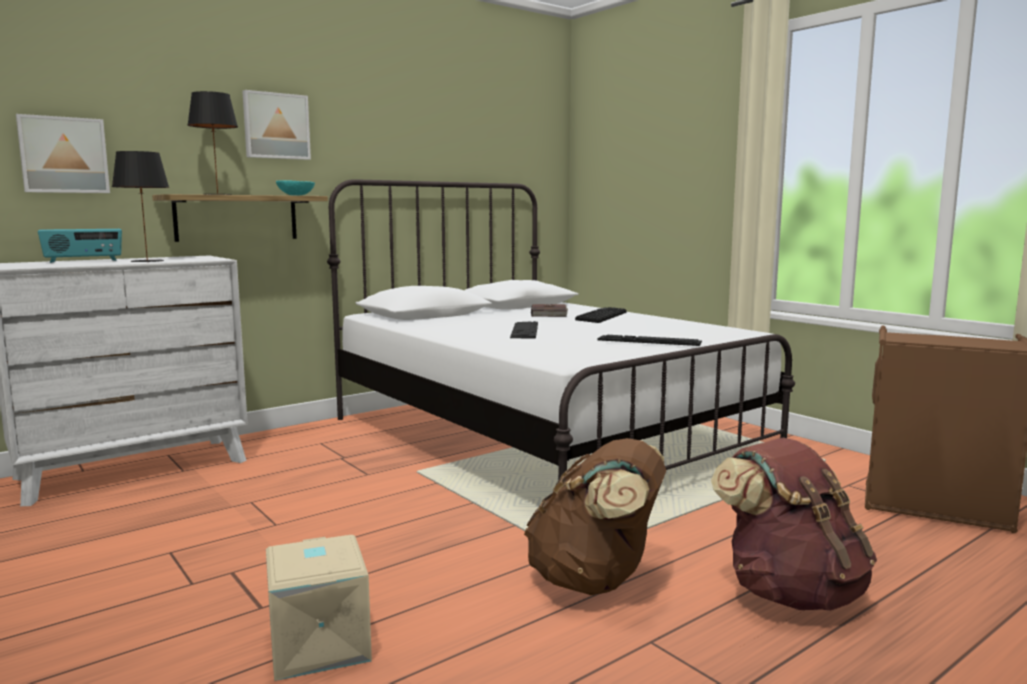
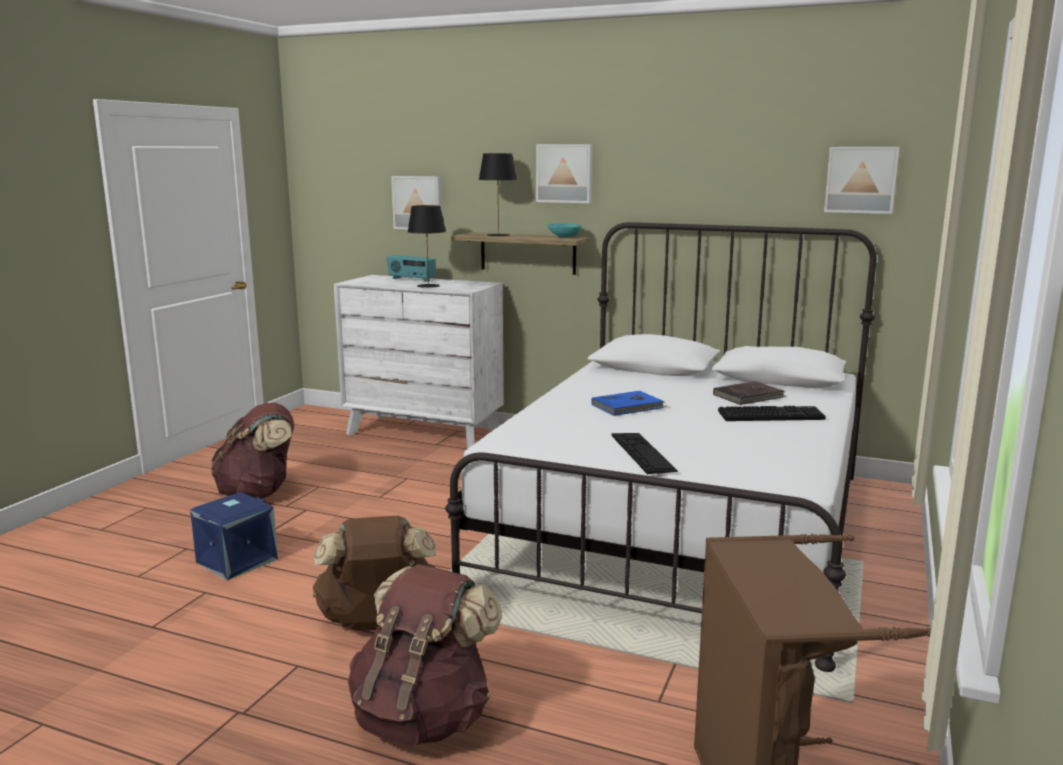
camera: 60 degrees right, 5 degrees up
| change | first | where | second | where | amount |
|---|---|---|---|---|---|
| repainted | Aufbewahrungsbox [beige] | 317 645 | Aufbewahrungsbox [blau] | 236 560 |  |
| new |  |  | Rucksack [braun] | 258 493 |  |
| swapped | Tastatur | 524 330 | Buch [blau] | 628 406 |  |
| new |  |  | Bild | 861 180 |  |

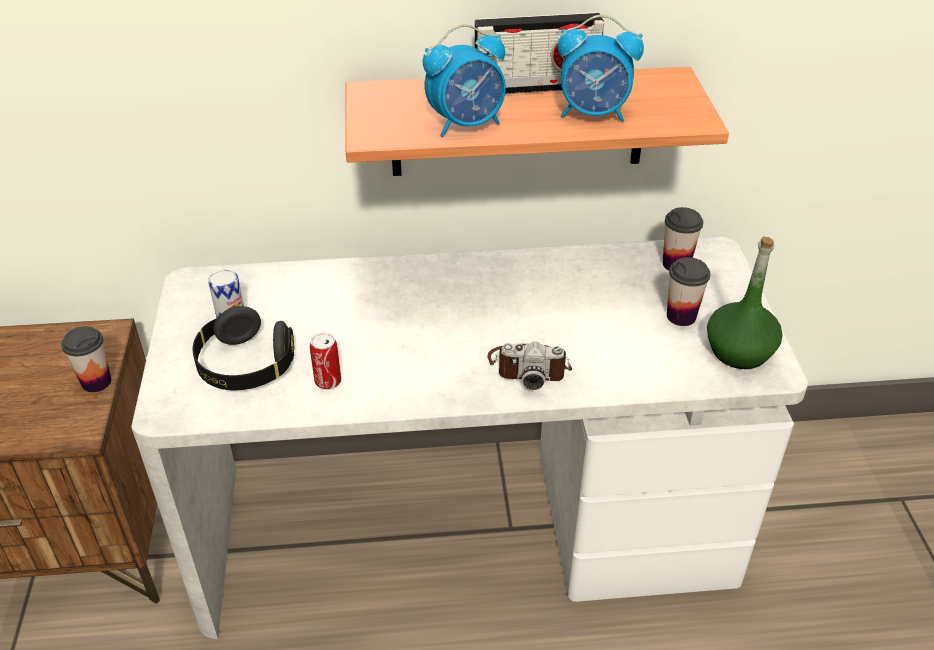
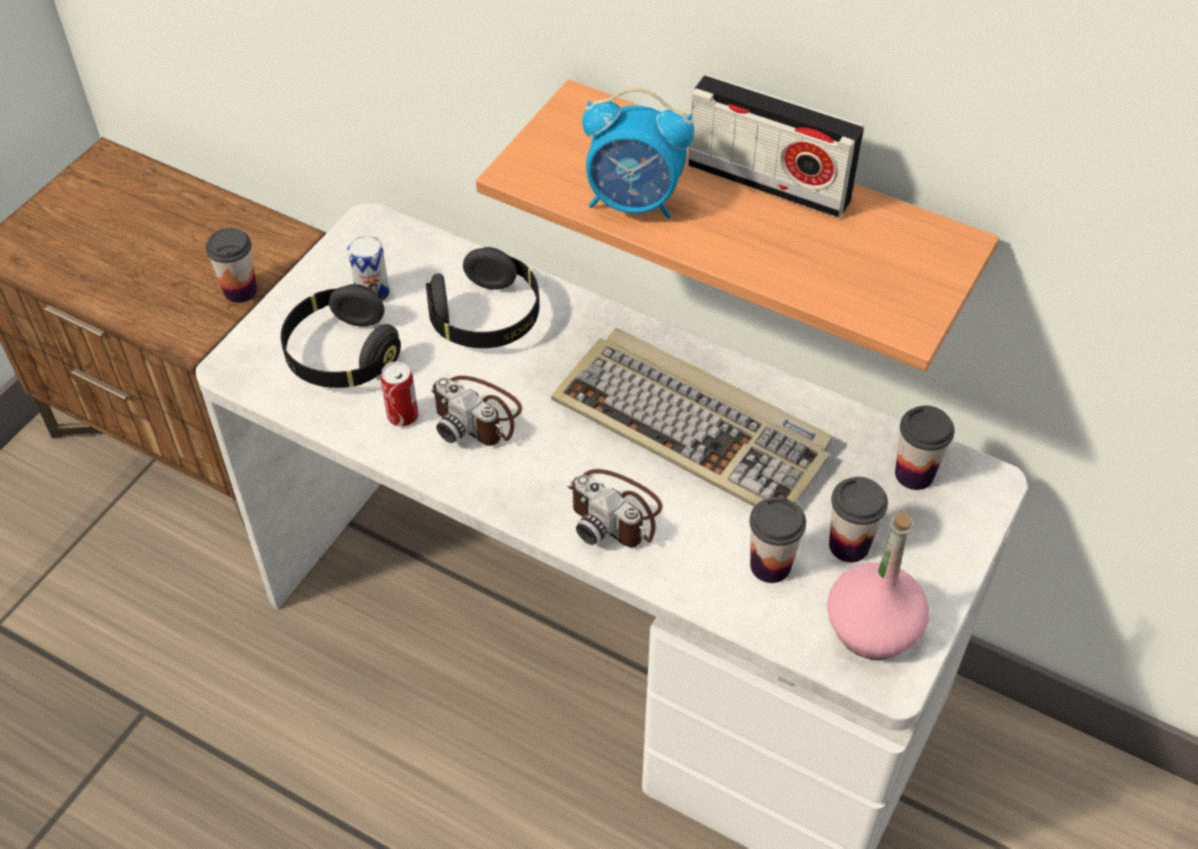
camera: 35 degrees right, 10 degrees up
| change | first | where | second | where | amount |
|---|---|---|---|---|---|
| new |  |  | Kopfhörer [schwarz] | 486 318 |  |
| new |  |  | Kamera | 477 414 |  |
| new |  |  | Tastatur | 694 427 |  |
| new |  |  | Tasse | 770 565 |  |
| repainted | Flasche [grün] | 739 351 | Flasche [rosa] | 873 627 |  |
| gone | Wecker | 594 114 |  |  |  |

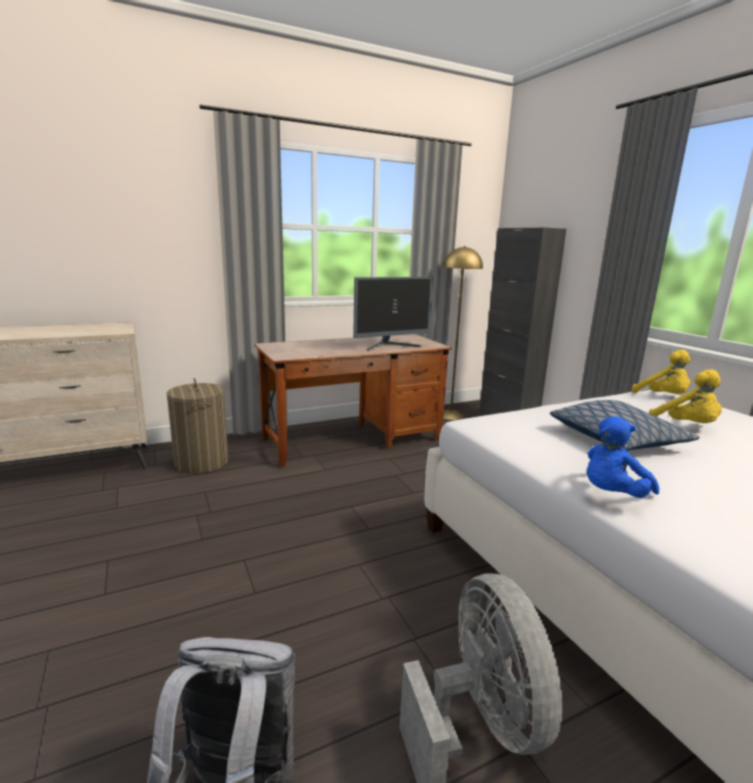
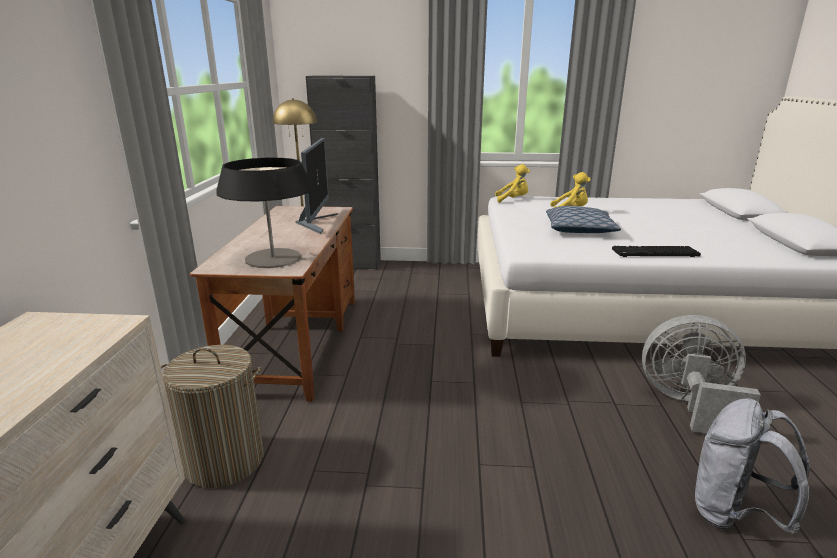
camera: 60 degrees left, 5 degrees up
| change | first | where | second | where | amount |
|---|---|---|---|---|---|
| new |  |  | Tischlampe | 273 258 |  |
| swapped | Plüschtier [blau] | 611 495 | Tastatur | 654 253 |  |

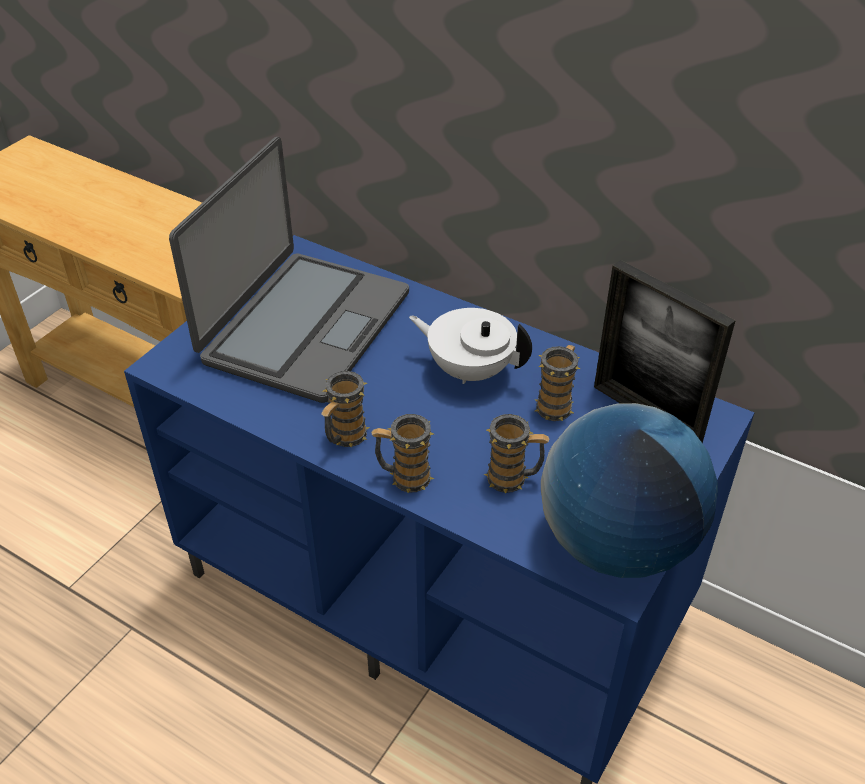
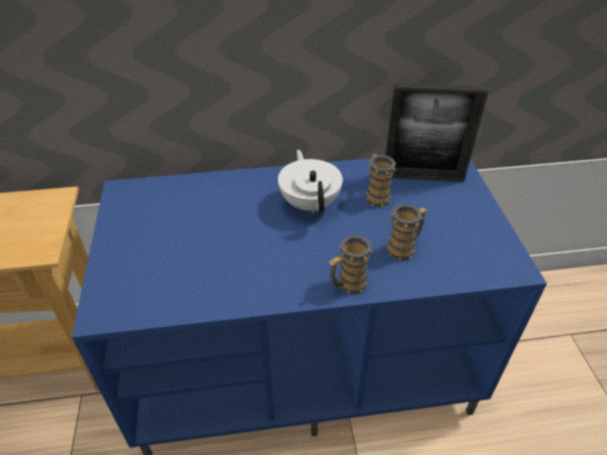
camera: 40 degrees left, 0 degrees up
| change | first | where | second | where | amount |
|---|---|---|---|---|---|
| rotated | Teekanne [weiß] | 470 370 |  | 310 203 | 90 degrees clockwise |
| gone | Laptop | 304 326 |  |  |  |
| gone | Henkelbecher | 344 438 |  |  |  |
| gone | Globus | 616 543 |  |  |  |

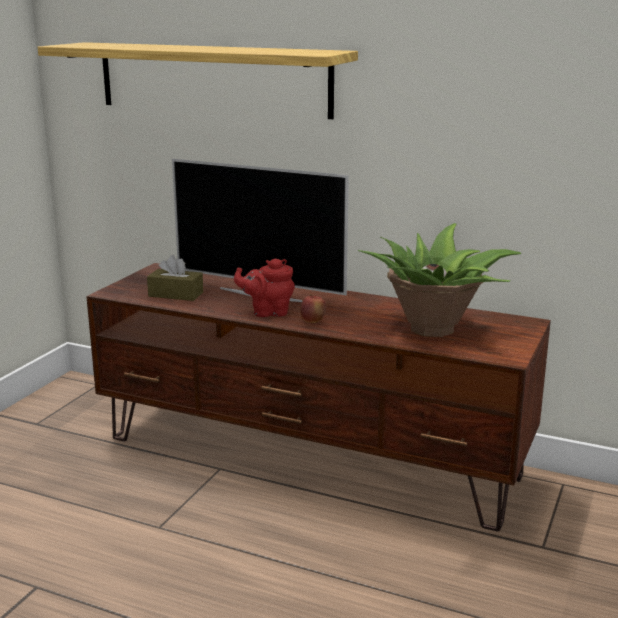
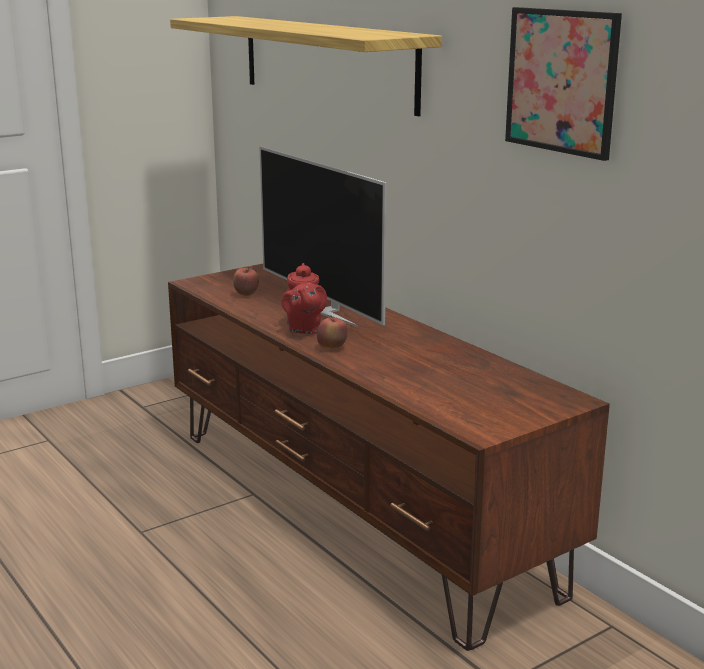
camera: 30 degrees right, 0 degrees up
| change | first | where | second | where | amount |
|---|---|---|---|---|---|
| swapped | Taschentuchbox [braun] | 176 294 | Apfel | 246 295 |  |
| rotated | Teekanne [rot] | 268 312 |  | 304 329 | 120 degrees counterclockwise |
| new |  |  | Bild | 561 81 |  |
| gone | Topfpflanze | 434 328 |  |  |  |

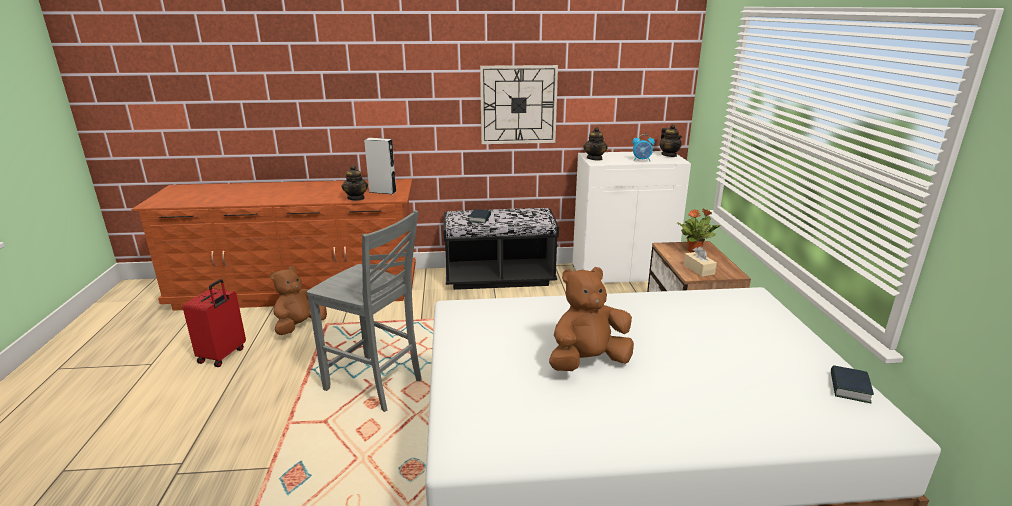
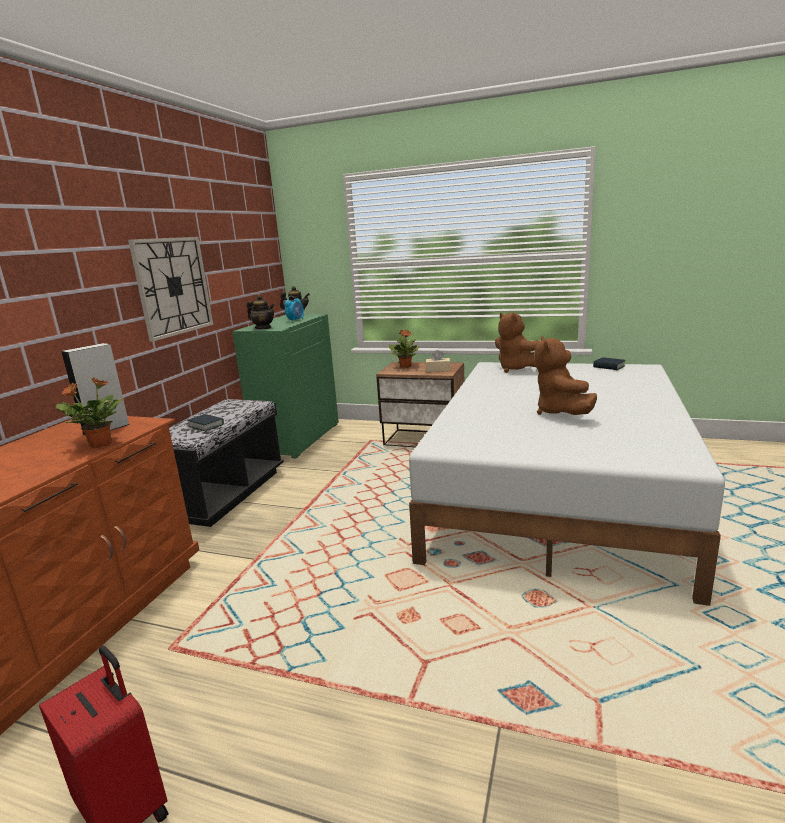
camera: 65 degrees left, 5 degrees down
| change | first | where | second | where | amount |
|---|---|---|---|---|---|
| swapped | Teekanne | 356 198 | Topfpflanze | 99 444 |  |
| repainted | Schrank [weiß] | 622 272 | Schrank [grün] | 297 438 |  |
| shifted | Plüschtier [braun] | 300 326 |  | 517 369 |  |
| gone | Stuhl [grau] | 375 385 |  |  |  |

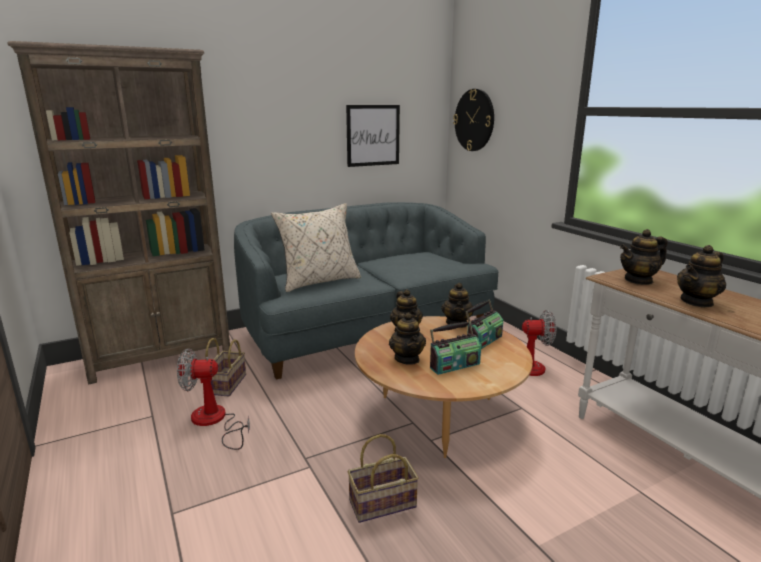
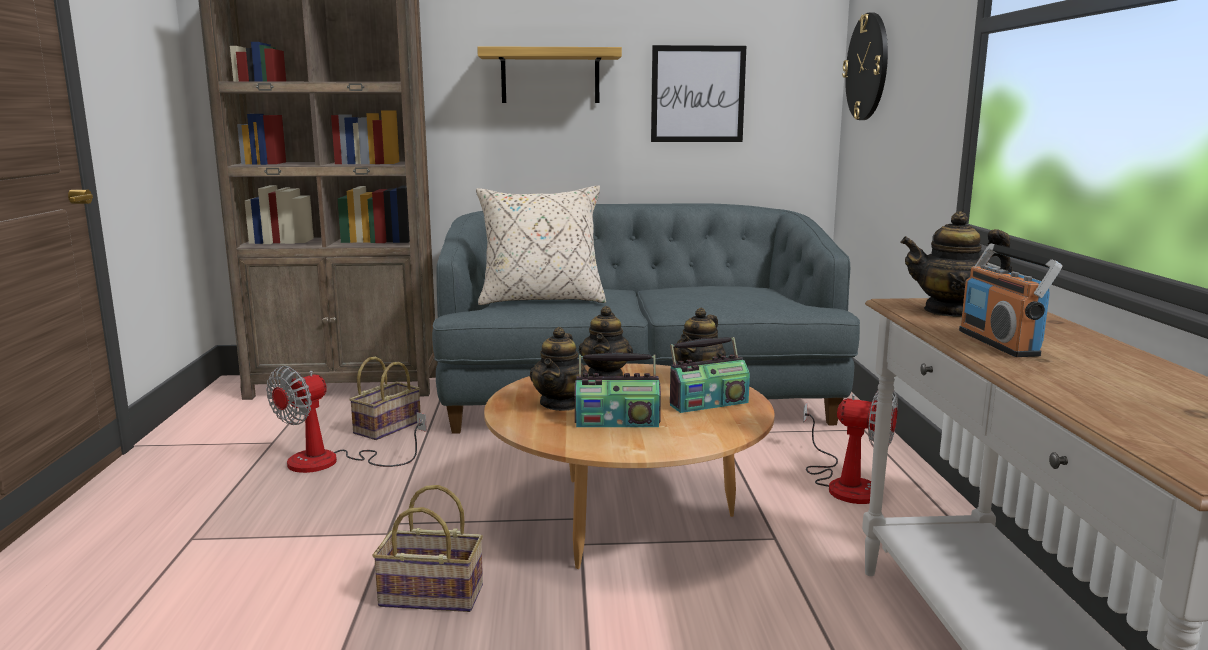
camera: 25 degrees right, 5 degrees down
| change | first | where | second | where | amount |
|---|---|---|---|---|---|
| rotated | Ventilator | 214 421 |  | 331 462 | 75 degrees counterclockwise |
| new |  |  | Wandregal | 550 76 |  |
| swapped | Teekanne | 697 302 | Radio | 999 343 |  |

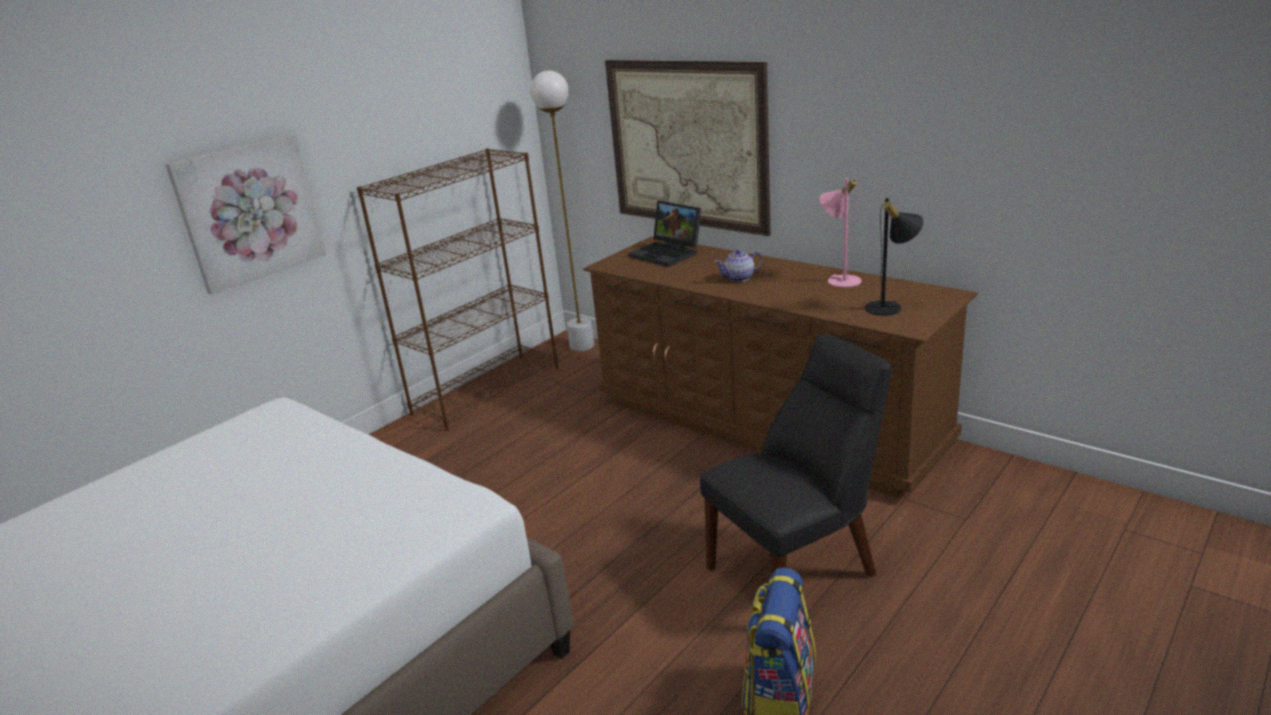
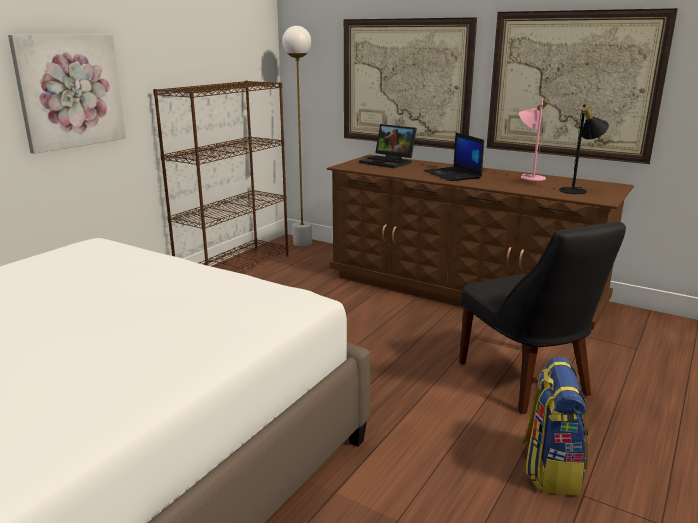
camera: 10 degrees left, 5 degrees down
| change | first | where | second | where | amount |
|---|---|---|---|---|---|
| swapped | Teekanne | 739 278 | Laptop | 453 175 |  |
| rotated | Stuhl [schwarz] | 798 569 |  | 526 381 | 105 degrees clockwise |
| new |  |  | Bild | 572 85 |  |

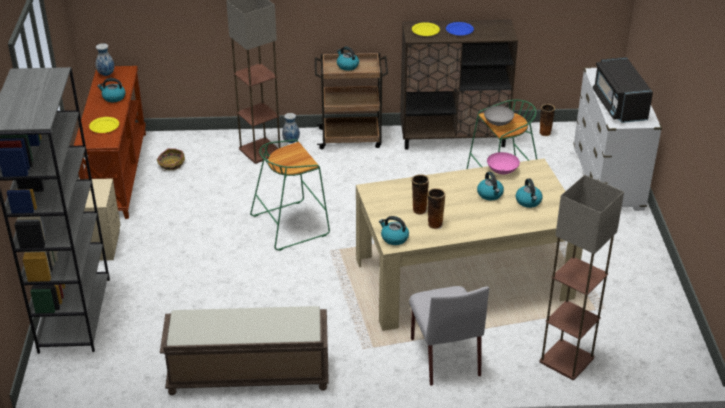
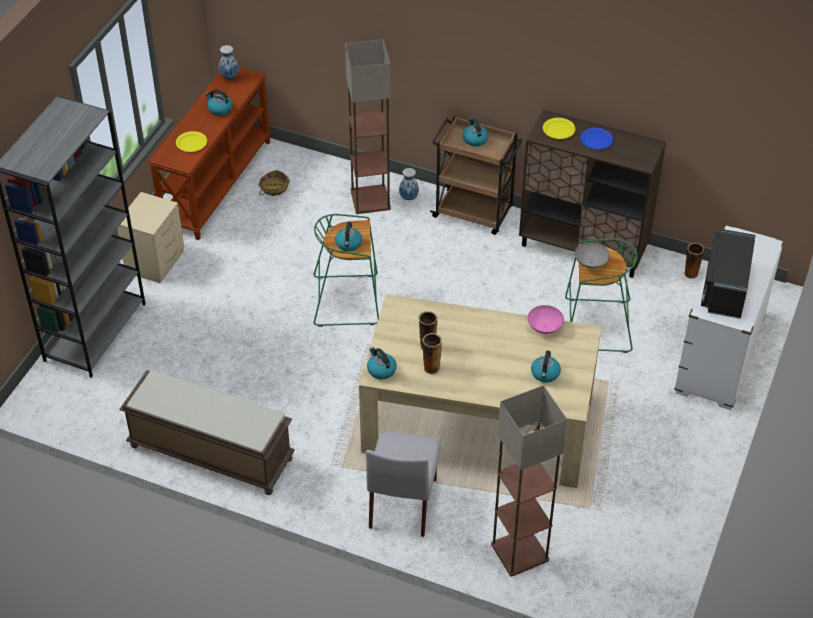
camera: 25 degrees right, 10 degrees up
| change | first | where | second | where | amount |
|---|---|---|---|---|---|
| shifted | Wasserkessel | 490 194 |  | 348 244 |  |

